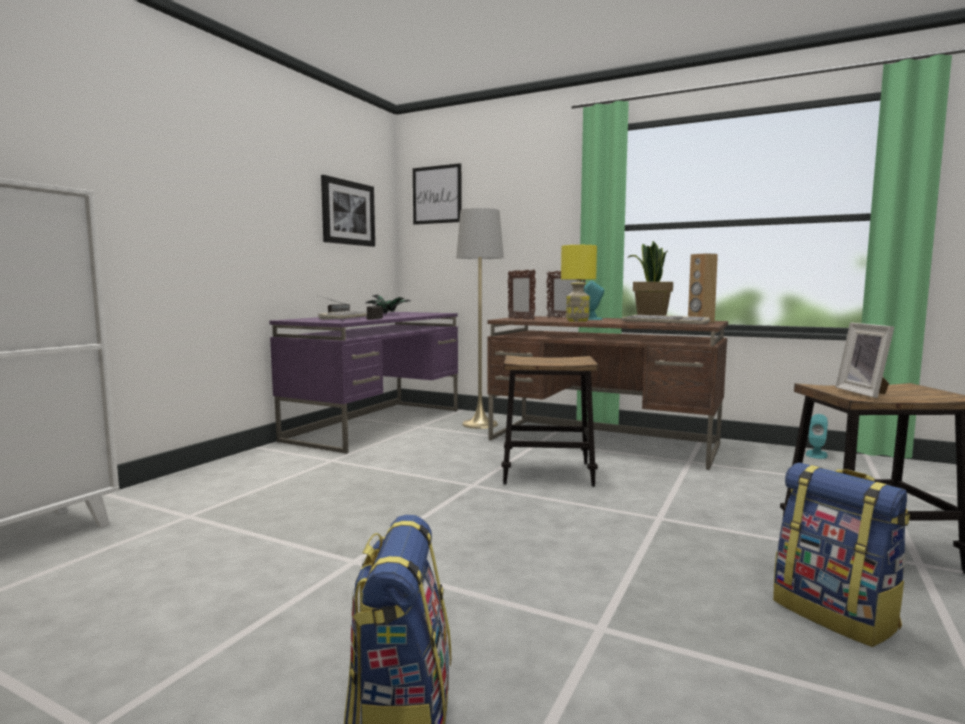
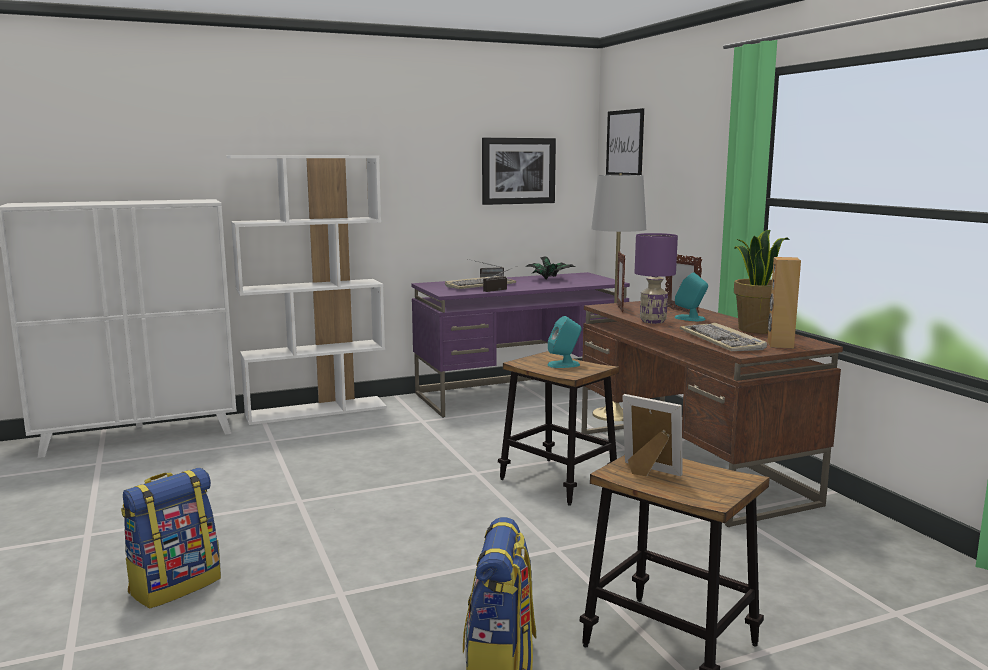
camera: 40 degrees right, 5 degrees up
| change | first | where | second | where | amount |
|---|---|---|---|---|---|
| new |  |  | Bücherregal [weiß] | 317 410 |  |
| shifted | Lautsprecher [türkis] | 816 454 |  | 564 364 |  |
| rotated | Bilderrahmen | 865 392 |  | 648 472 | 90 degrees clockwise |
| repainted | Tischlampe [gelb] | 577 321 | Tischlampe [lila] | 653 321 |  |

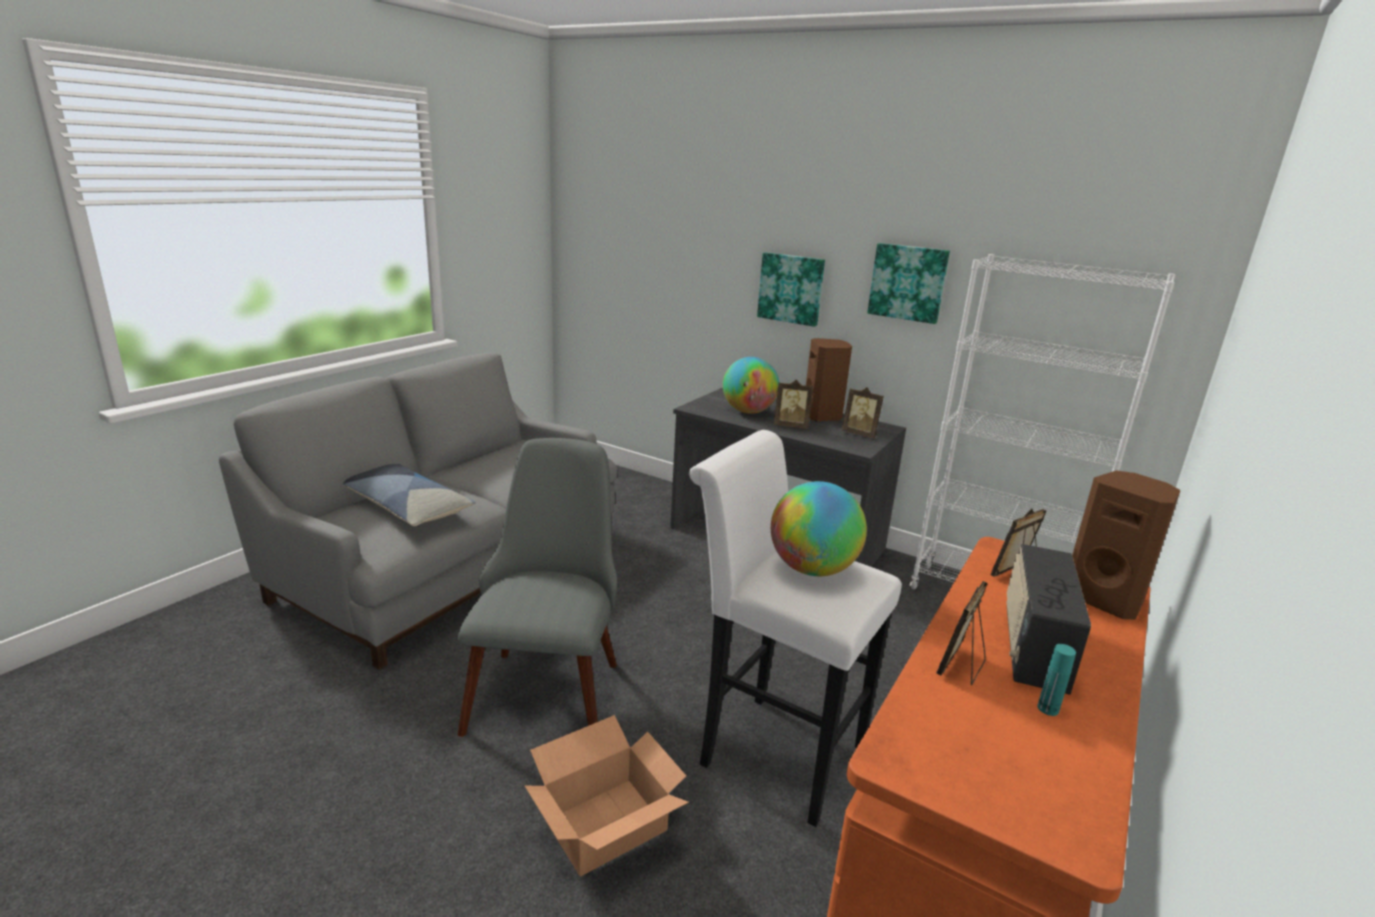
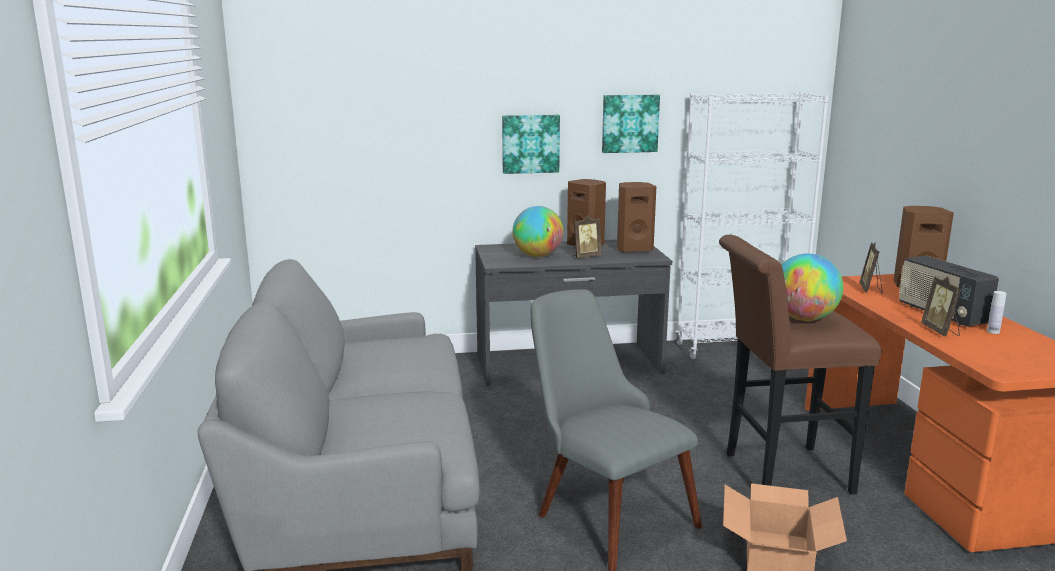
camera: 40 degrees left, 5 degrees down
| change | first | where | second | where | amount |
|---|---|---|---|---|---|
| swapped | Bilderrahmen | 860 434 | Lautsprecher [braun] | 633 249 |  |
| repainted | Hocker [weiß] | 772 750 | Hocker [braun] | 778 473 |  |
| repainted | Flasche [türkis] | 1048 709 | Flasche [weiß] | 993 331 |  |
| gone | Kissen | 407 507 |  |  |  |

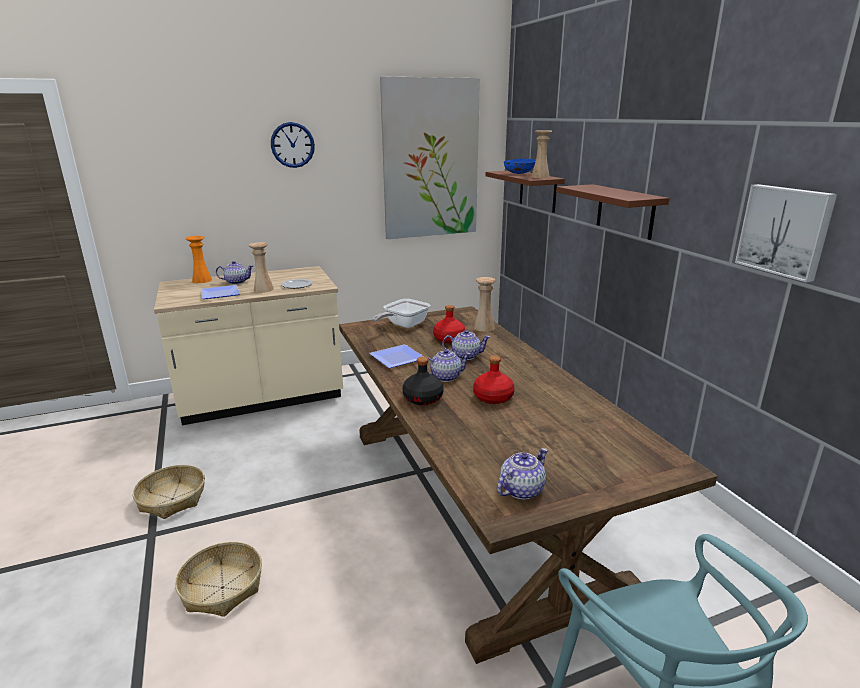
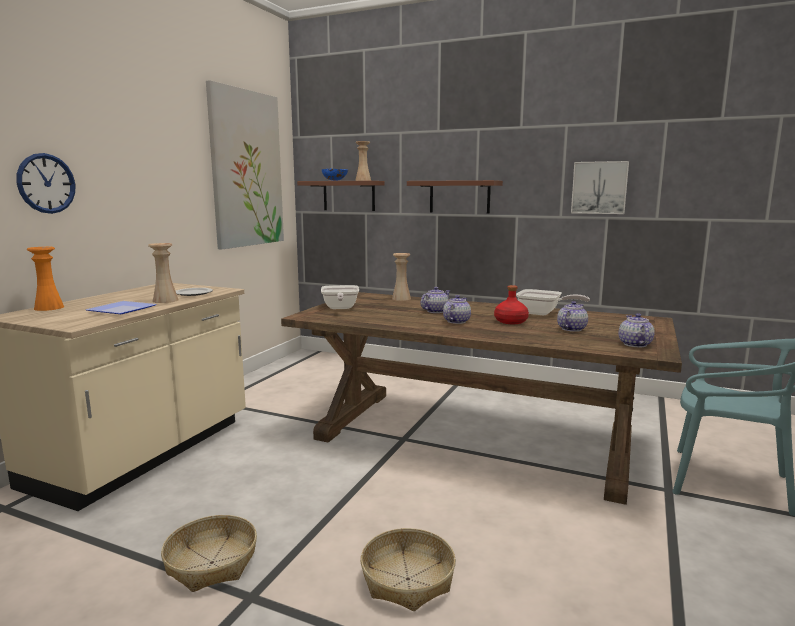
camera: 45 degrees left, 10 degrees down
| change | first | where | second | where | amount |
|---|---|---|---|---|---|
| shifted | Wanduhr | 292 145 |  | 46 183 |  |
| new |  |  | Pfanne | 543 313 |  |
| shifted | Teekanne | 236 282 |  | 571 329 |  |
| gone | Teller | 396 359 |  |  |  |
| gone | Flasche [schwarz] | 423 398 |  |  |  |
| gone | Flasche [rot] | 449 339 |  |  |  |

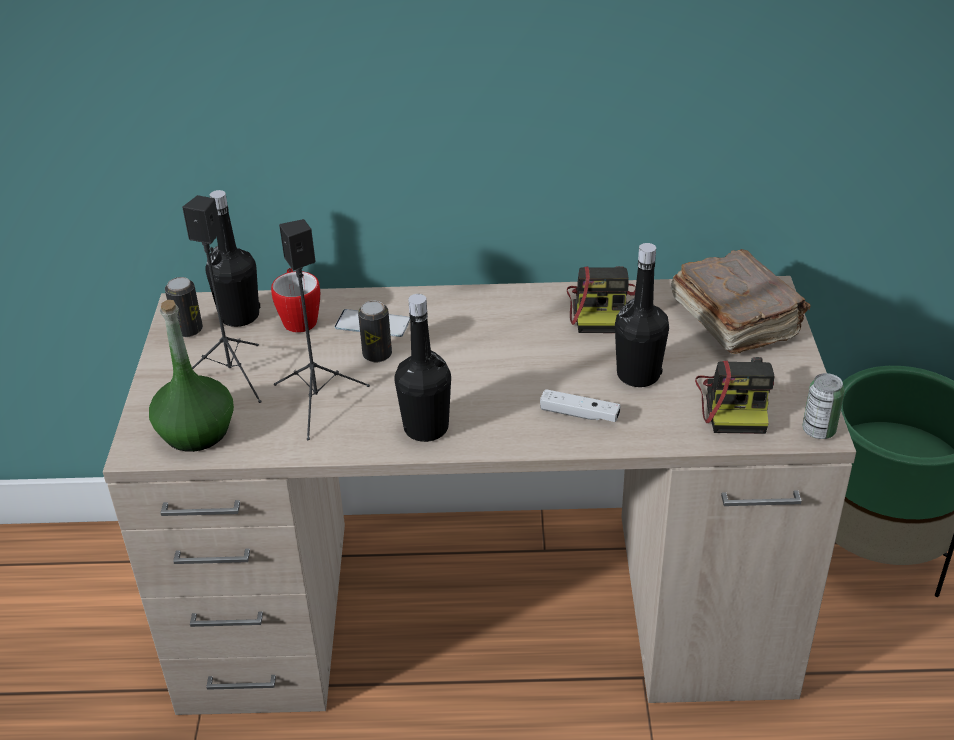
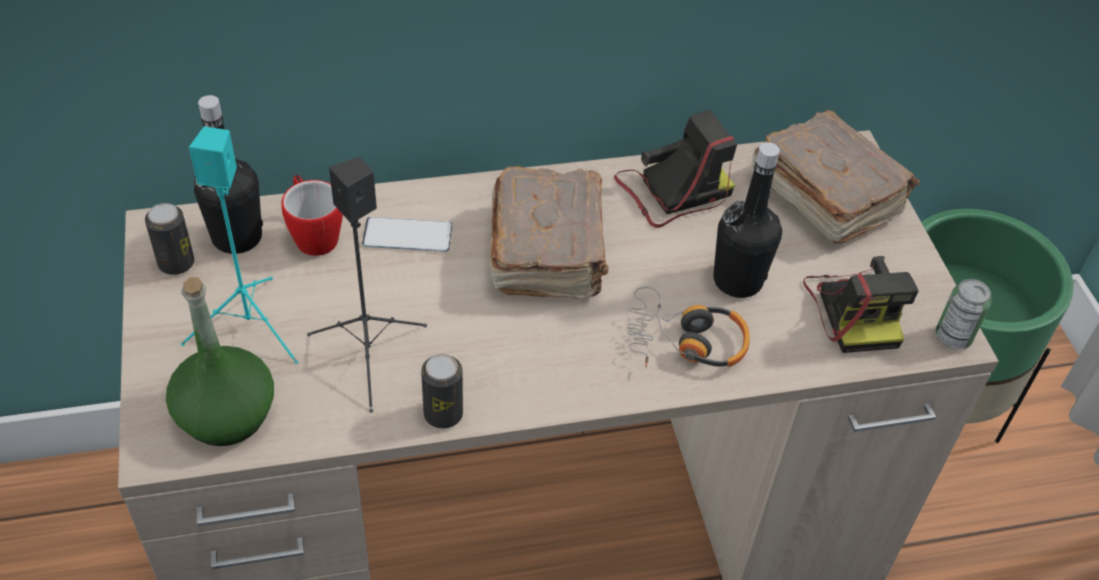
camera: 15 degrees left, 10 degrees up
| change | first | where | second | where | amount |
|---|---|---|---|---|---|
| repainted | Lautsprecher [schwarz] | 232 376 | Lautsprecher [türkis] | 251 328 |  |
| shifted | Dose | 377 354 |  | 443 414 |  |
| new |  |  | Buch [braun] | 548 250 |  |
| rotated | Kamera | 601 308 |  | 672 191 | 105 degrees counterclockwise |
| swapped | Gamepad [weiß] | 579 414 | Kopfhörer | 685 341 |  |
| gone | Flasche [schwarz] | 426 428 |  |  |  |

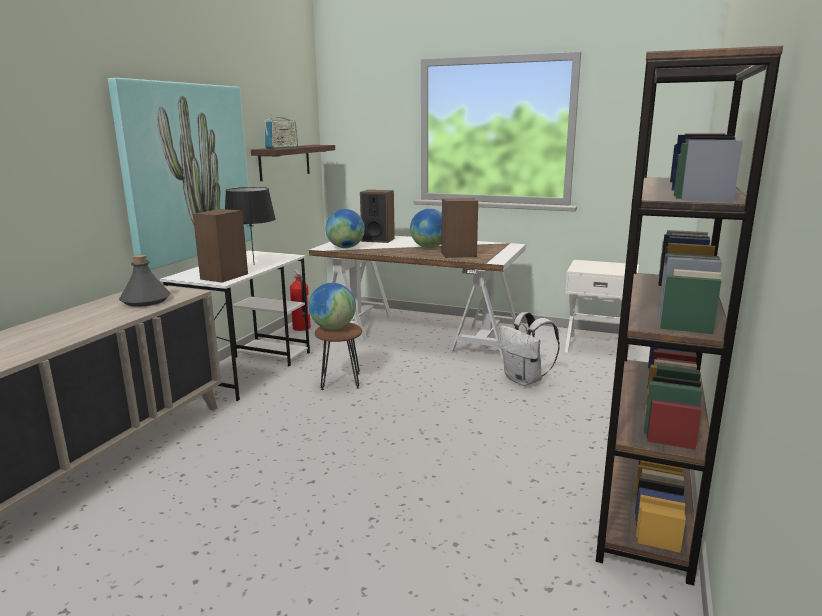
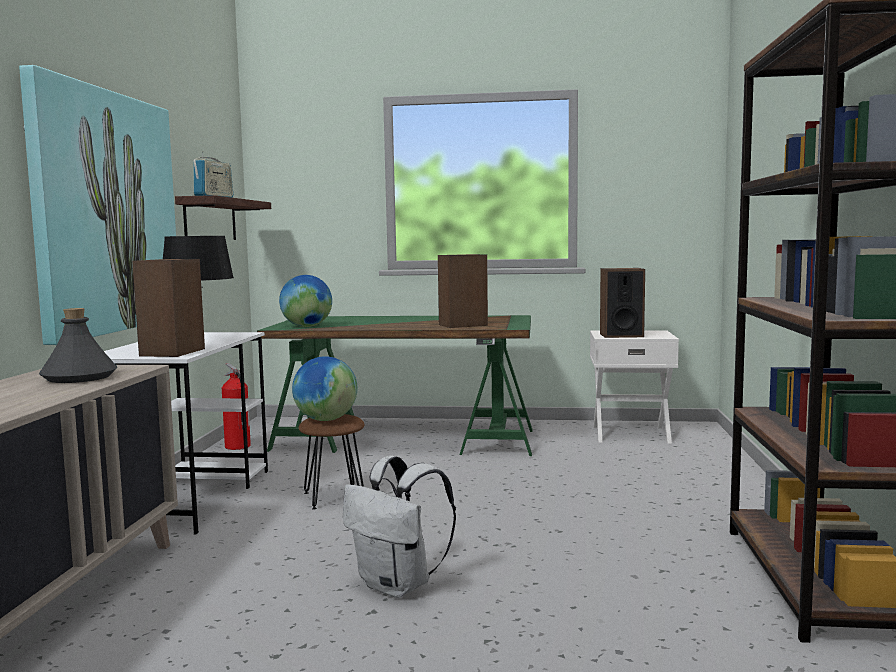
camera: 15 degrees left, 10 degrees down
| change | first | where | second | where | amount |
|---|---|---|---|---|---|
| repainted | Schreibtisch [weiß] | 419 334 | Schreibtisch [grün] | 405 439 |  |
| shifted | Rucksack [weiß] | 525 380 |  | 398 586 |  |
| shifted | Lautsprecher | 378 240 |  | 621 335 |  |
| gone | Globus | 429 247 |  |  |  |

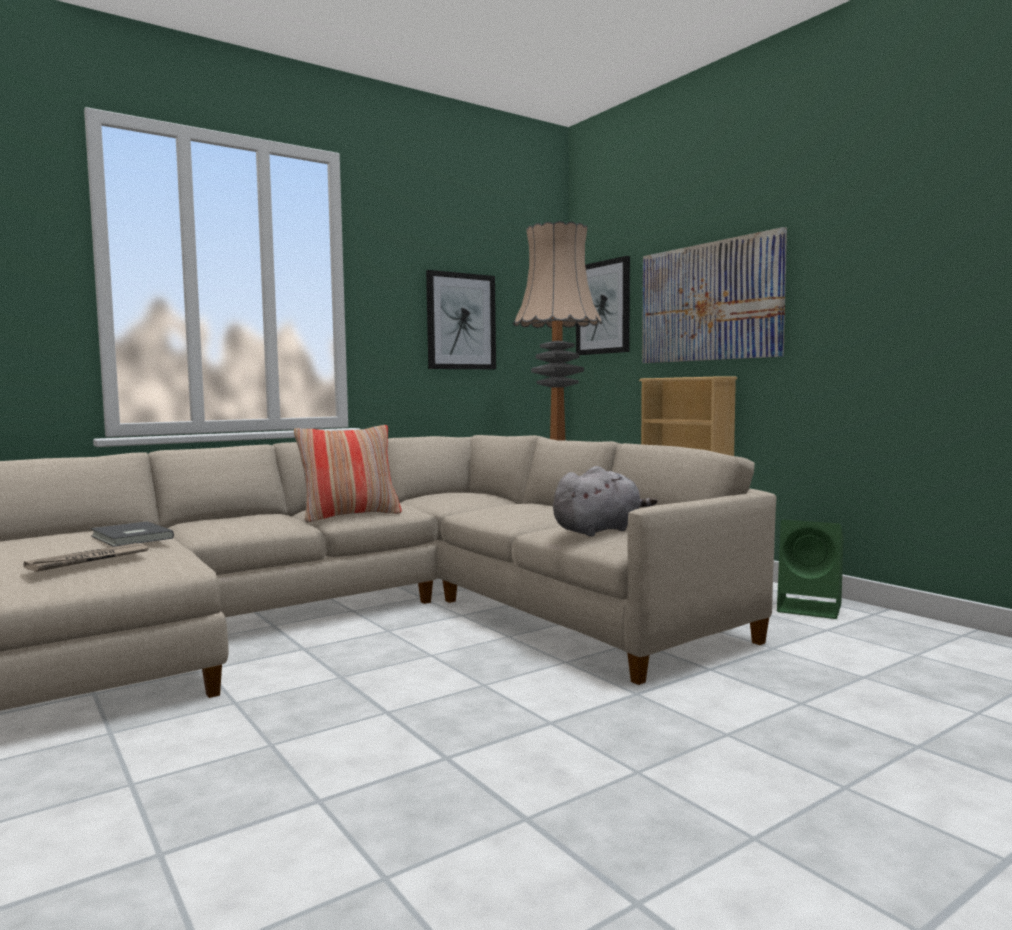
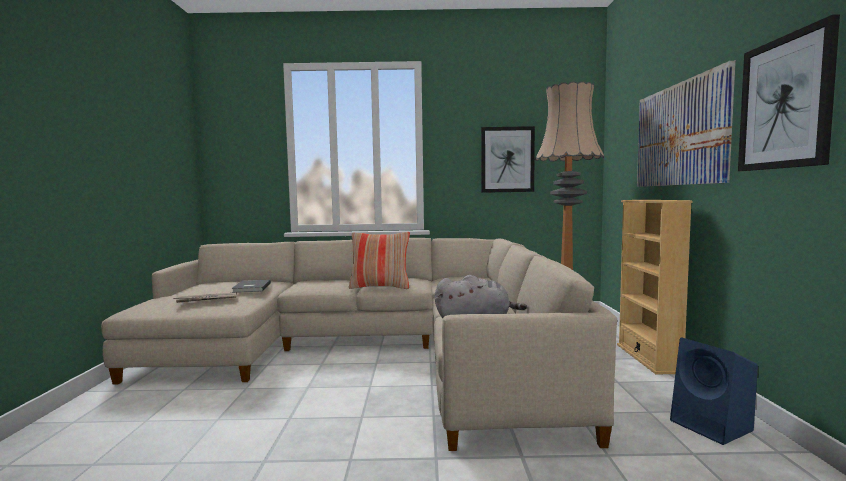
camera: 35 degrees right, 0 degrees up
| change | first | where | second | where | amount |
|---|---|---|---|---|---|
| repainted | Lautsprecher [grün] | 811 608 | Lautsprecher [blau] | 713 426 |  |
| shifted | Bild | 603 307 |  | 785 103 |  |

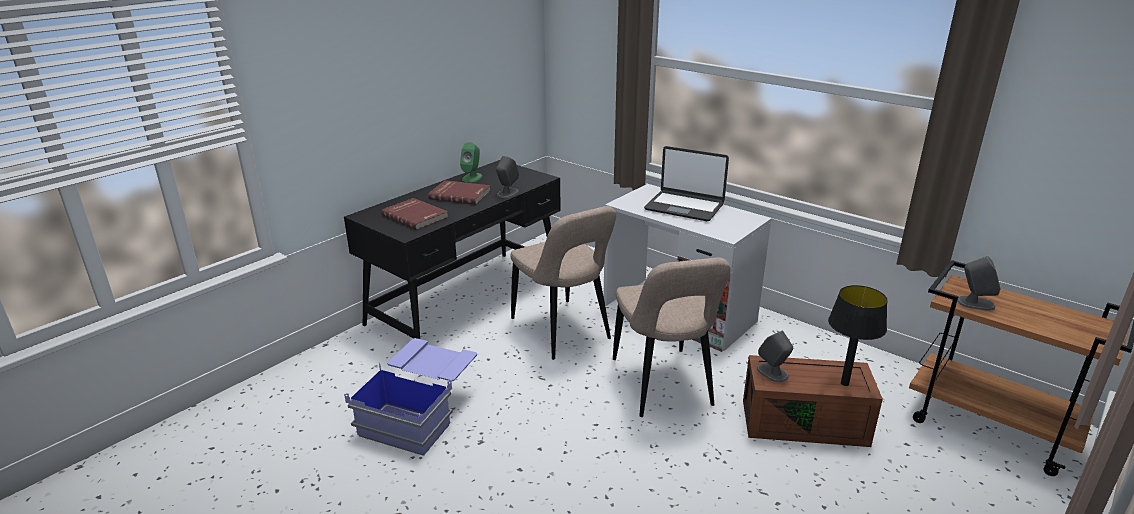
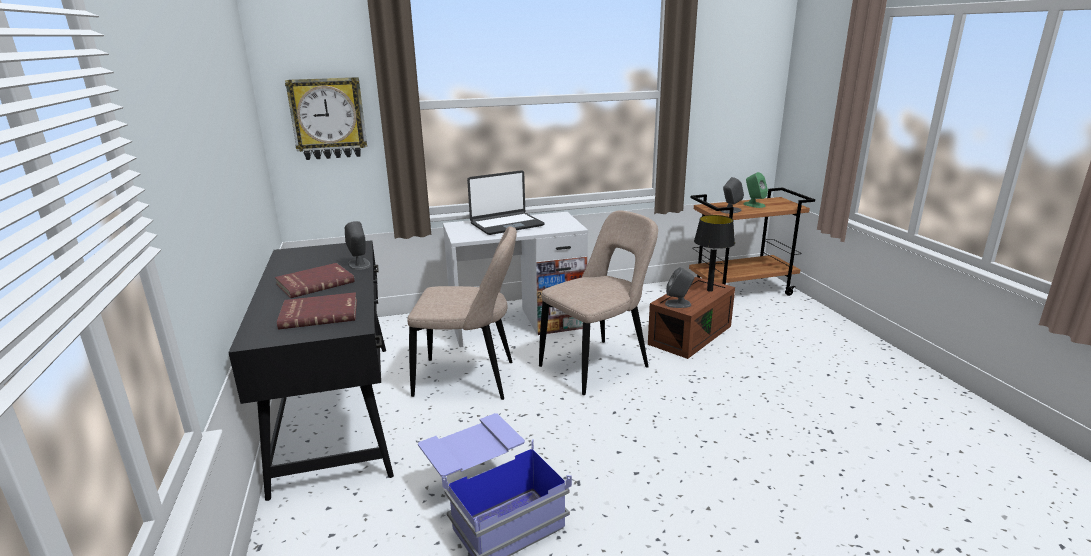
camera: 55 degrees left, 5 degrees down
| change | first | where | second | where | amount |
|---|---|---|---|---|---|
| new |  |  | Wanduhr | 328 118 |  |
| rotated | Stuhl [beige] | 663 385 |  | 598 365 | 60 degrees counterclockwise |
| shifted | Lautsprecher [grün] | 472 178 |  | 754 205 |  |

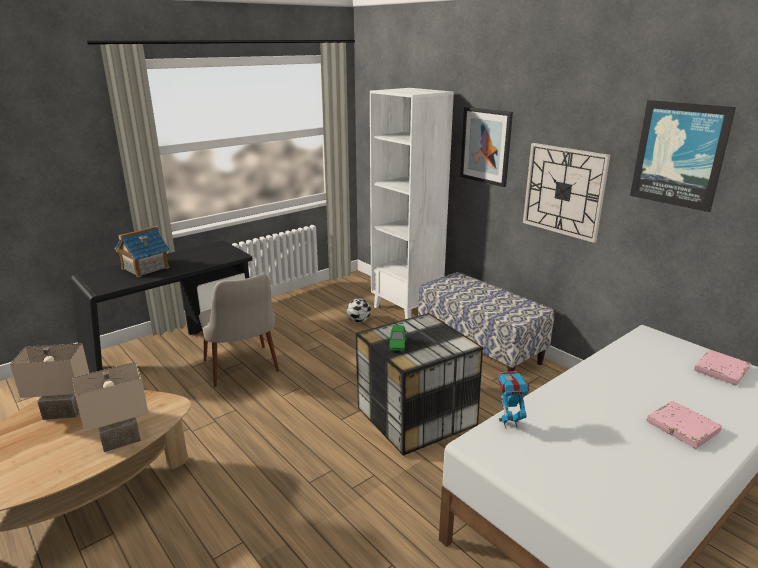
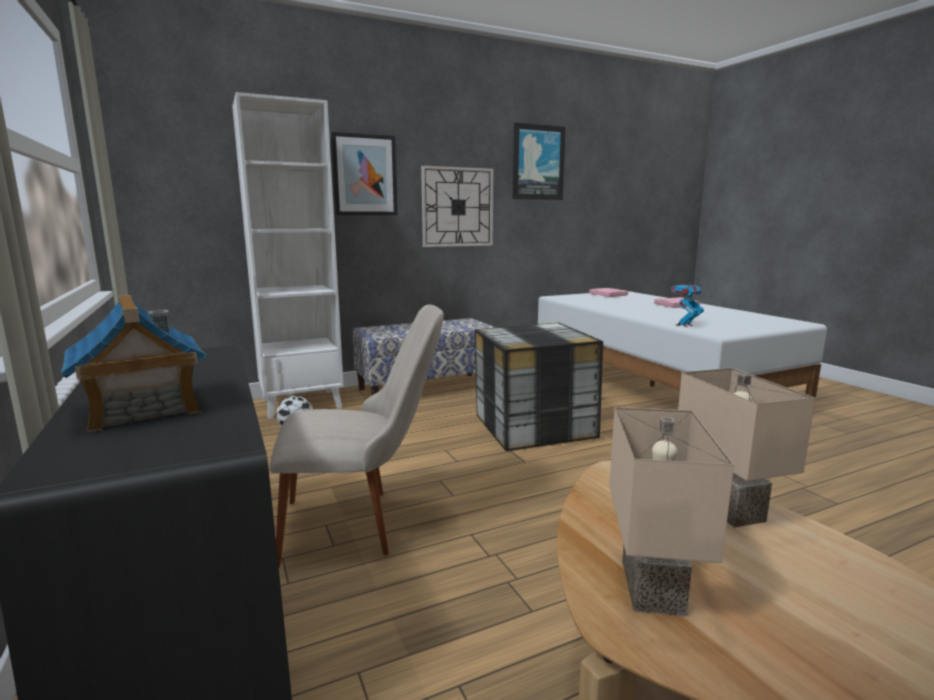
camera: 75 degrees left, 10 degrees down
| change | first | where | second | where | amount |
|---|---|---|---|---|---|
| rotated | Spielzeugroboter | 509 423 |  | 684 325 | 45 degrees clockwise |
| gone | Spielzeugauto [grün] | 397 344 |  |  |  |

